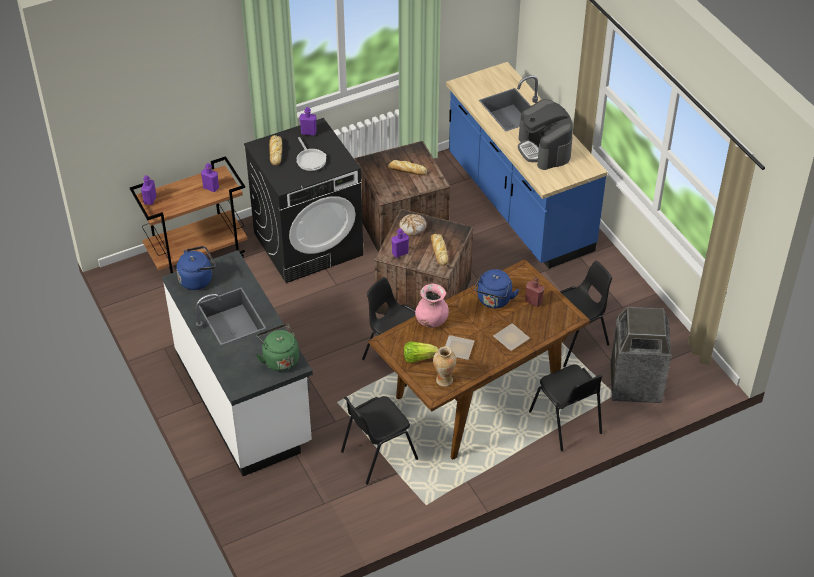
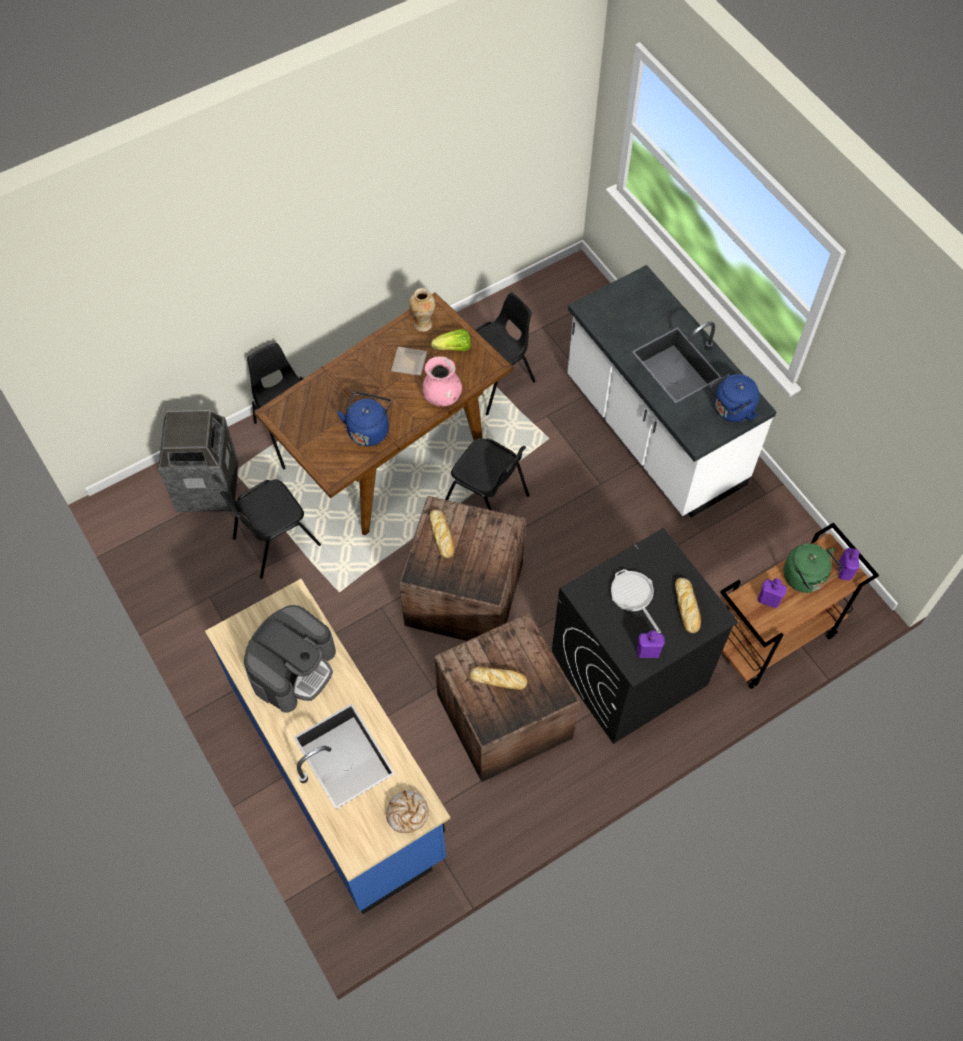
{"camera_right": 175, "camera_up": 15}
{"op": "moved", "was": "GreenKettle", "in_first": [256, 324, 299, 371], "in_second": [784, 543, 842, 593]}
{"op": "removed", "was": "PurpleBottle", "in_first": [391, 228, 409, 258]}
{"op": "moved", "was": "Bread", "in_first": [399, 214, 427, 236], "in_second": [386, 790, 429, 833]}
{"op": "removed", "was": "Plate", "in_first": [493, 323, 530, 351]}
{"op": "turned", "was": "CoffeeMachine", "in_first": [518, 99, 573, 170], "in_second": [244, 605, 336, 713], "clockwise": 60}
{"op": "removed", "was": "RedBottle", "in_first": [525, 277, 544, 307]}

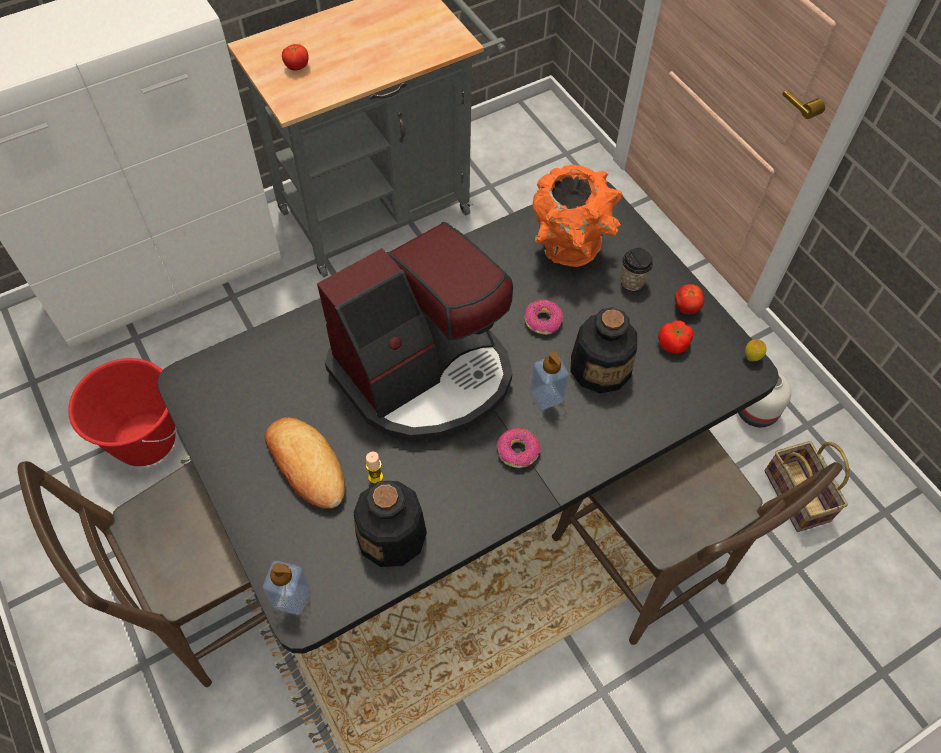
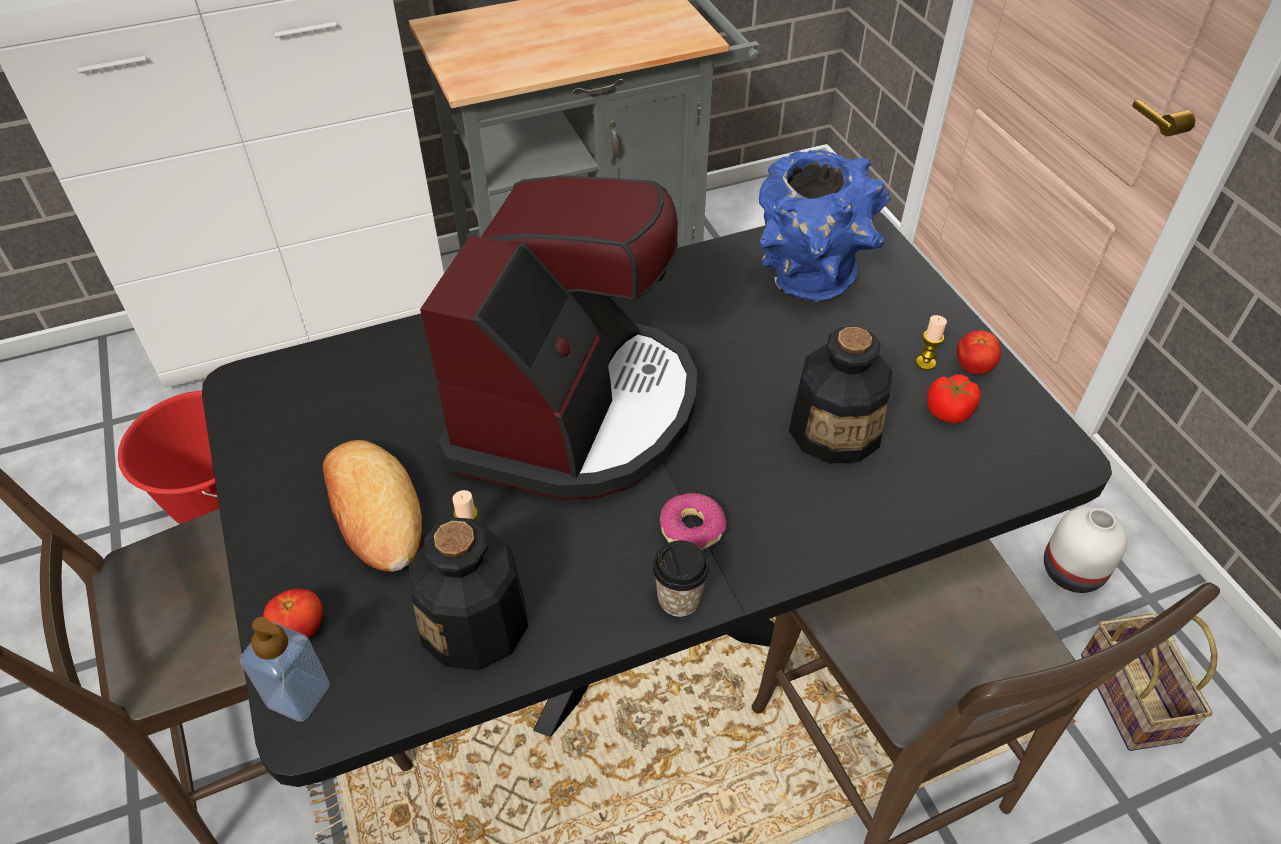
{"camera_right": 10, "camera_up": -10}
{"op": "moved", "was": "Tomato", "in_first": [282, 44, 309, 70], "in_second": [263, 589, 323, 638]}
{"op": "turned", "was": "CoffeeMachine", "in_first": [317, 222, 513, 441], "in_second": [420, 175, 697, 500], "clockwise": -45}
{"op": "removed", "was": "Donut", "in_first": [524, 299, 563, 335]}
{"op": "removed", "was": "SoapDispenser", "in_first": [530, 351, 569, 410]}
{"op": "recoloured", "was": "OrangeVase", "now": "BlueVase", "in_first": [533, 165, 623, 267], "in_second": [759, 150, 891, 302]}
{"op": "moved", "was": "Cup", "in_first": [621, 248, 653, 291], "in_second": [652, 540, 710, 617]}
{"op": "removed", "was": "Lemon", "in_first": [745, 339, 767, 362]}
{"op": "added", "now": "Candle", "in_second": [916, 315, 947, 370]}

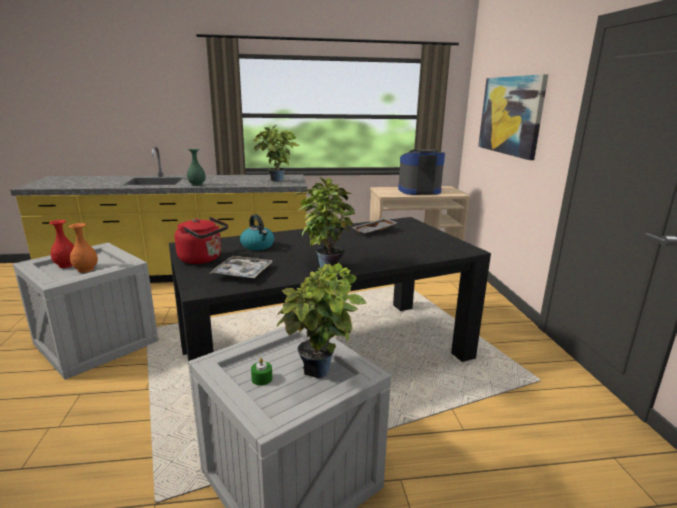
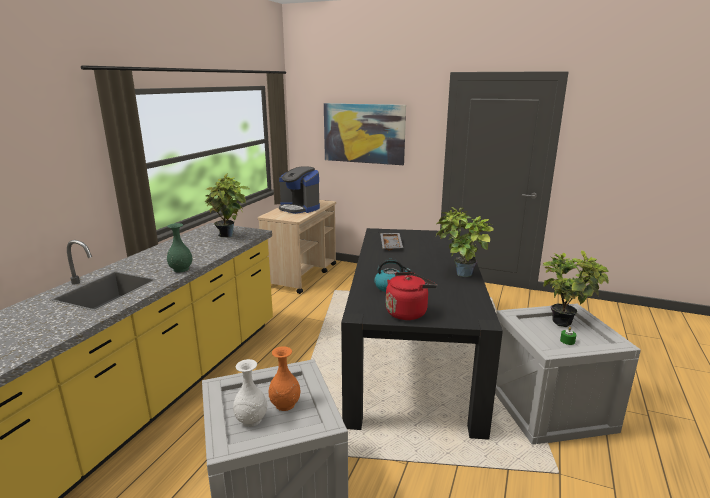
{"camera_right": -60, "camera_up": 0}
{"op": "recoloured", "was": "RedVase", "now": "WhiteVase", "in_first": [49, 220, 74, 268], "in_second": [233, 359, 267, 427]}
{"op": "removed", "was": "Tray", "in_first": [210, 256, 273, 278]}
{"op": "turned", "was": "CoffeeMachine", "in_first": [398, 149, 445, 195], "in_second": [279, 166, 320, 214], "clockwise": -75}

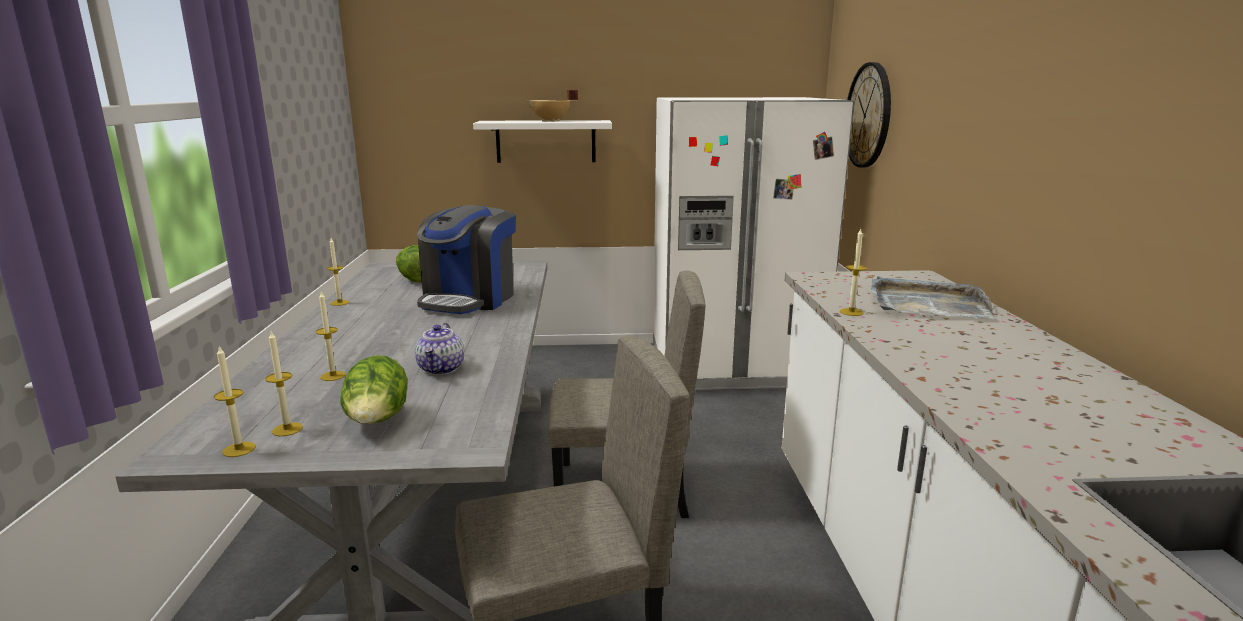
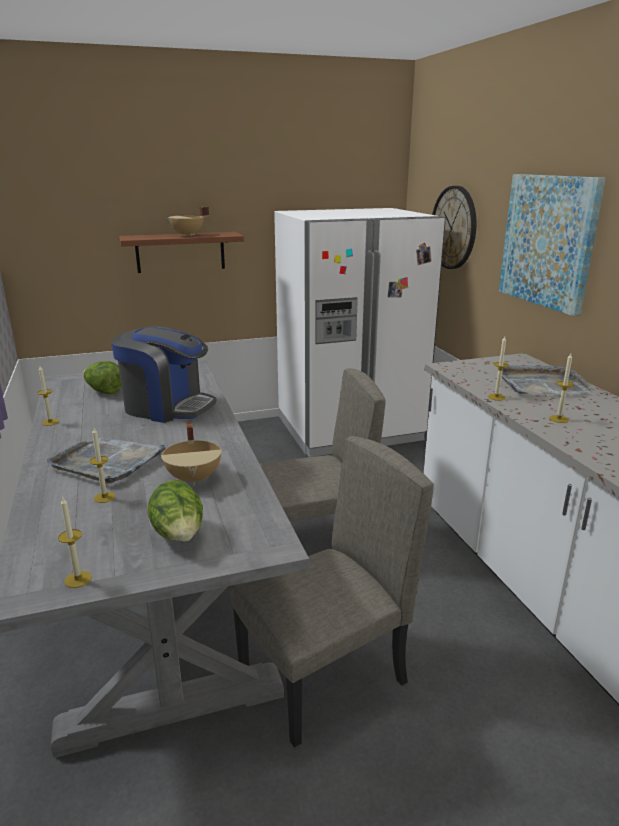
{"camera_right": -15, "camera_up": 5}
{"op": "moved", "was": "Candle", "in_first": [265, 332, 303, 436], "in_second": [549, 353, 574, 423]}
{"op": "replaced", "was": "Teapot", "now": "BeigeCookingPot", "in_first": [415, 323, 464, 375], "in_second": [161, 422, 222, 486]}
{"op": "turned", "was": "CoffeeMachine", "in_first": [417, 205, 516, 314], "in_second": [111, 326, 217, 423], "clockwise": -75}
{"op": "recoloured", "was": "WhiteShelf", "now": "BrownShelf", "in_first": [473, 120, 612, 163], "in_second": [119, 232, 244, 273]}
{"op": "added", "now": "GreyTray", "in_second": [47, 438, 169, 483]}
{"op": "added", "now": "Picture", "in_second": [498, 174, 605, 316]}

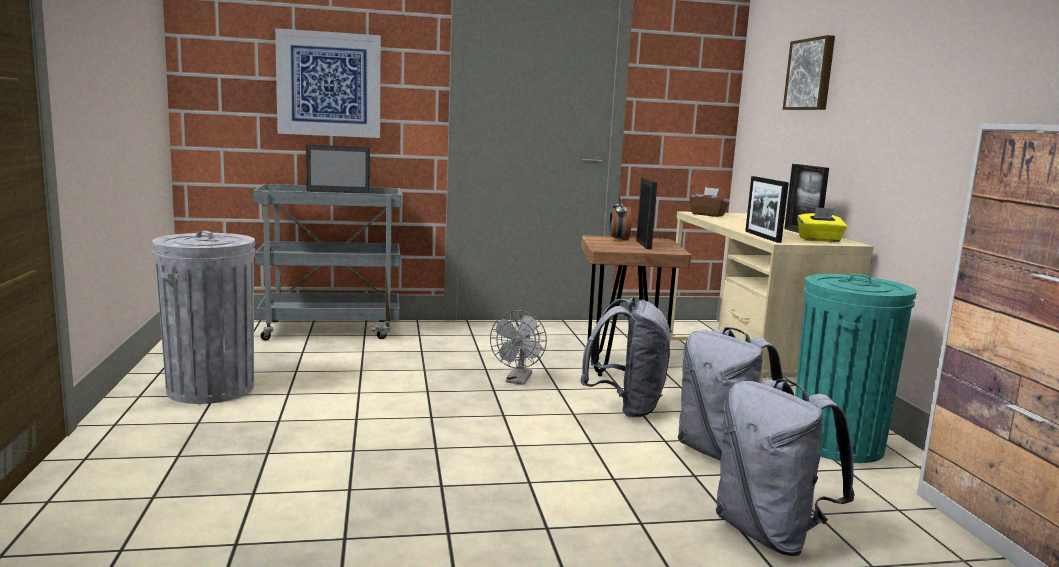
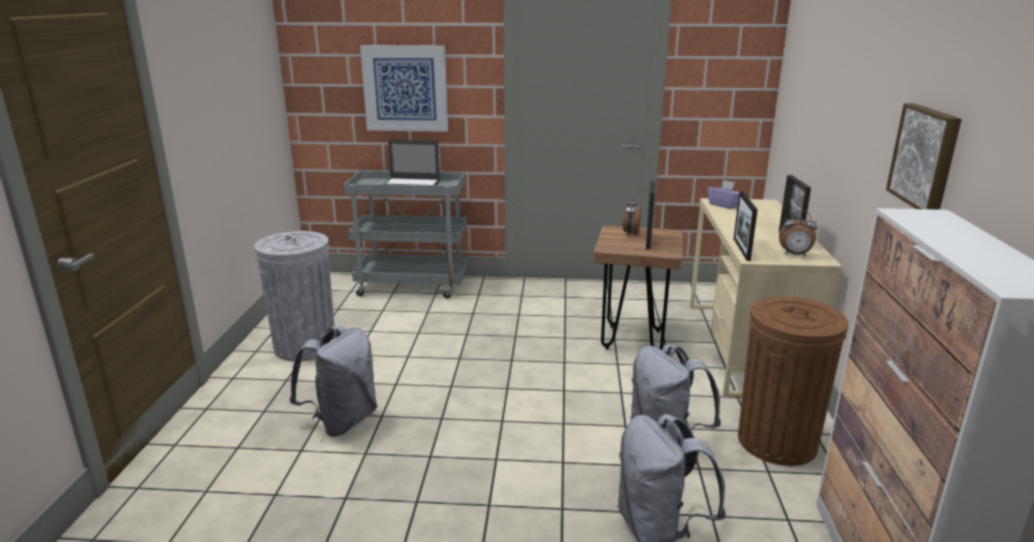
{"camera_right": 15, "camera_up": 10}
{"op": "removed", "was": "GreyFan", "in_first": [490, 310, 547, 385]}
{"op": "moved", "was": "GreyBackpack", "in_first": [580, 297, 672, 418], "in_second": [289, 326, 377, 437]}
{"op": "recoloured", "was": "BrownTissueBox", "now": "PurpleTissueBox", "in_first": [689, 187, 729, 217], "in_second": [708, 180, 739, 209]}
{"op": "moved", "was": "Picture", "in_first": [783, 35, 835, 110], "in_second": [886, 103, 962, 210]}
{"op": "recoloured", "was": "TurquoiseTrashCan", "now": "BrownTrashCan", "in_first": [795, 274, 917, 463], "in_second": [738, 297, 849, 466]}
{"op": "replaced", "was": "YellowTissueBox", "now": "AlarmClock", "in_first": [797, 207, 847, 242], "in_second": [779, 211, 817, 256]}

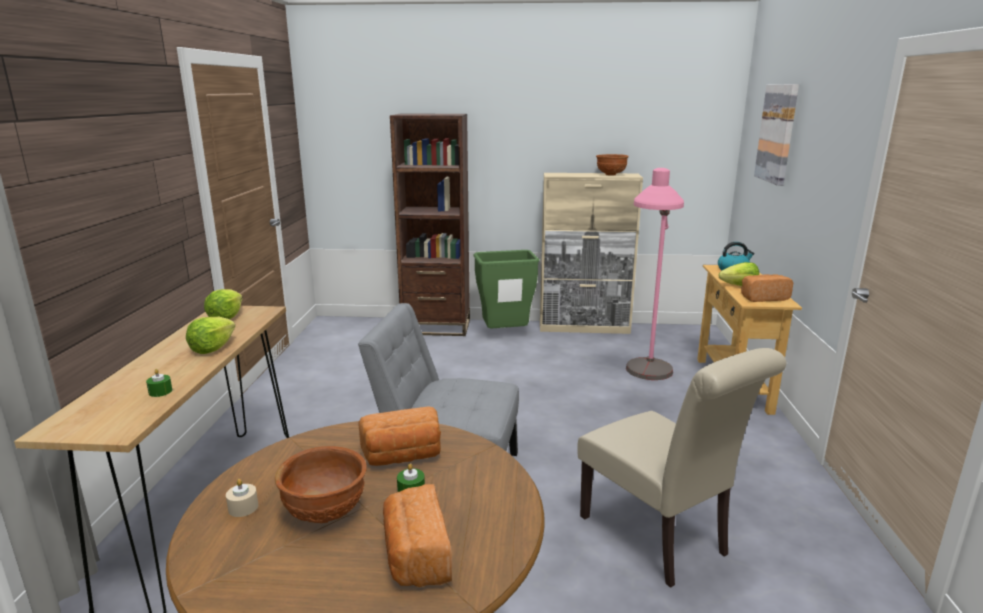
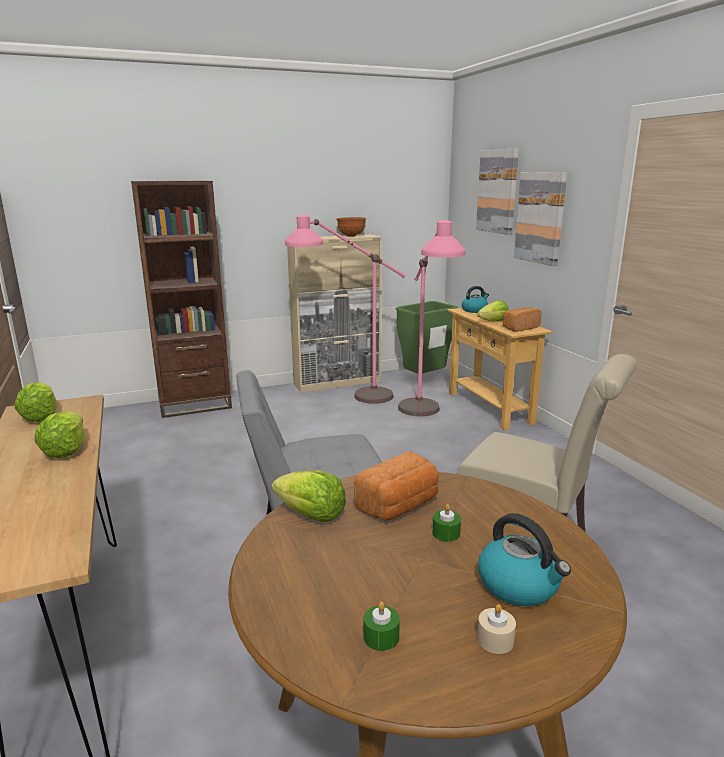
{"camera_right": -25, "camera_up": 0}
{"op": "moved", "was": "GreenCandle", "in_first": [146, 369, 172, 397], "in_second": [363, 602, 400, 651]}
{"op": "moved", "was": "BeigeCandle", "in_first": [226, 479, 258, 517], "in_second": [477, 604, 516, 654]}
{"op": "removed", "was": "BrownBowl", "in_first": [275, 446, 367, 523]}
{"op": "replaced", "was": "Bread", "now": "Kettle", "in_first": [383, 484, 452, 587], "in_second": [478, 513, 571, 606]}
{"op": "moved", "was": "GreenTrashCan", "in_first": [473, 250, 540, 329], "in_second": [396, 301, 458, 374]}
{"op": "added", "now": "Lettuce", "in_second": [272, 470, 346, 522]}
{"op": "added", "now": "PinkFloorLamp", "in_second": [285, 215, 406, 404]}
{"op": "added", "now": "Picture", "in_second": [514, 172, 567, 266]}

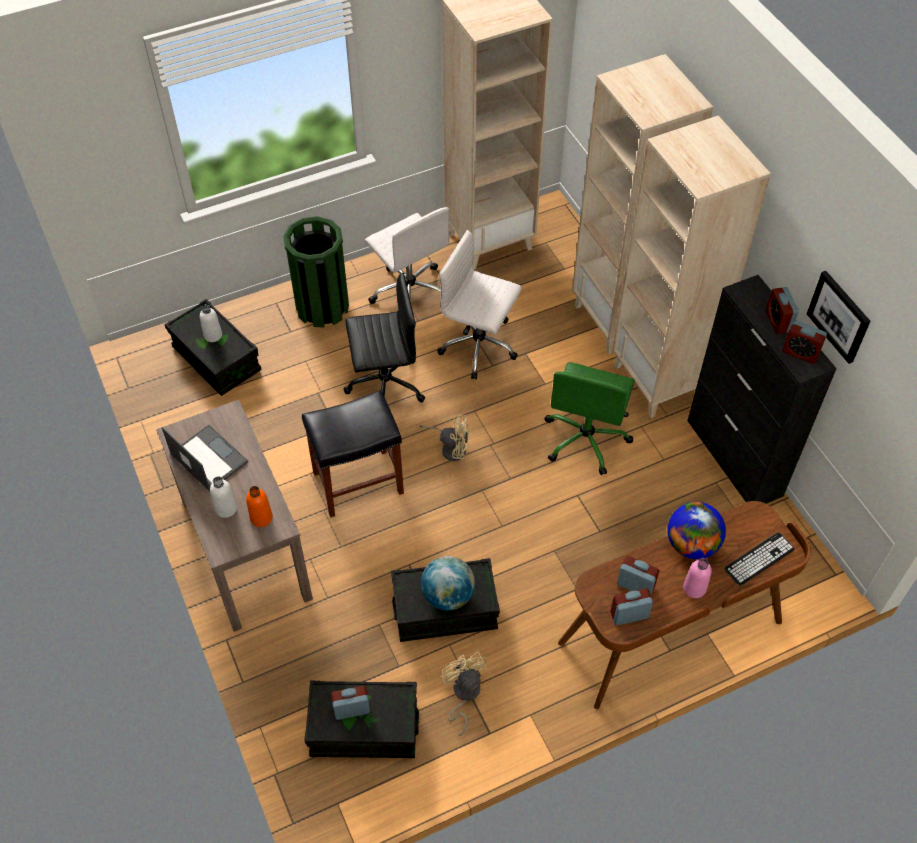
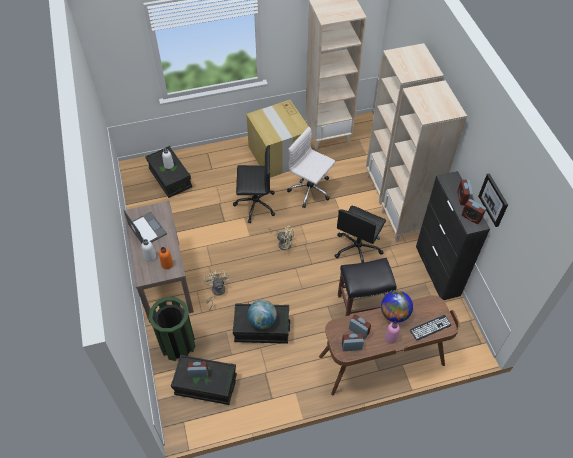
{"camera_right": 10, "camera_up": 0}
{"op": "moved", "was": "GreenTrashCan", "in_first": [283, 216, 349, 328], "in_second": [149, 297, 195, 361]}
{"op": "moved", "was": "BlackStool", "in_first": [302, 390, 404, 517], "in_second": [338, 258, 397, 316]}
{"op": "replaced", "was": "WhiteOfficeChair", "now": "CardboardBox", "in_first": [365, 207, 449, 304], "in_second": [246, 100, 309, 178]}
{"op": "moved", "was": "BeigeFan", "in_first": [440, 652, 488, 736], "in_second": [204, 270, 229, 310]}
{"op": "recoloured", "was": "GreenOfficeChair", "now": "BlackOfficeChair", "in_first": [545, 362, 635, 475], "in_second": [334, 205, 386, 263]}

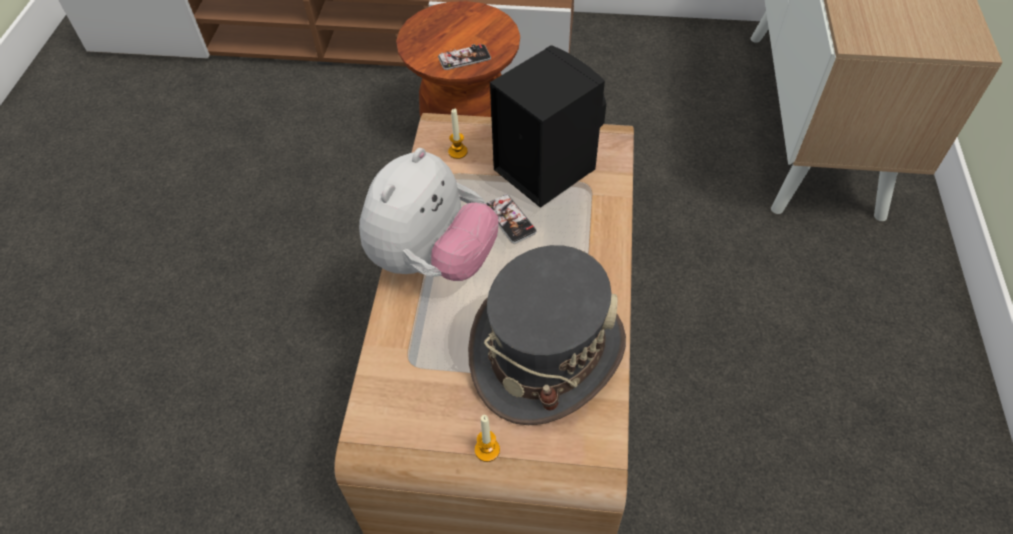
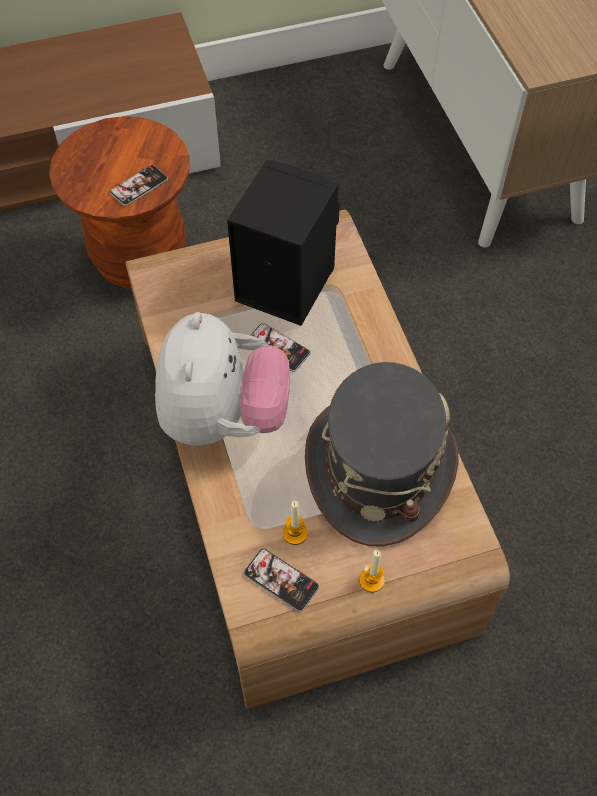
{"camera_right": -25, "camera_up": 5}
{"op": "moved", "was": "Candle", "in_first": [448, 109, 468, 159], "in_second": [283, 501, 307, 545]}
{"op": "added", "now": "Phone", "in_second": [244, 548, 319, 612]}

